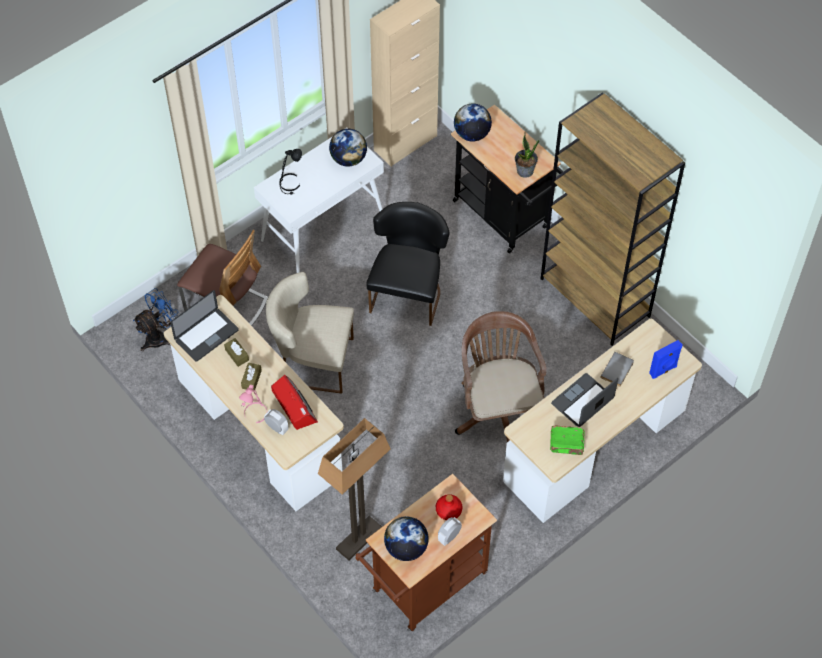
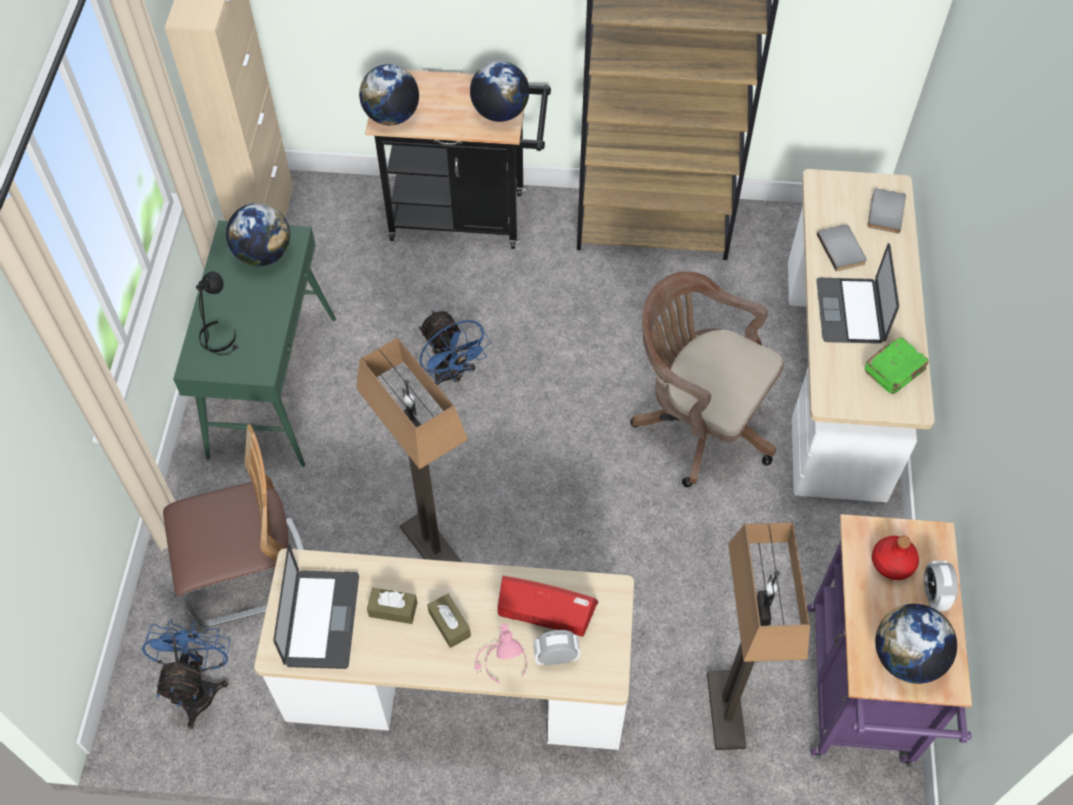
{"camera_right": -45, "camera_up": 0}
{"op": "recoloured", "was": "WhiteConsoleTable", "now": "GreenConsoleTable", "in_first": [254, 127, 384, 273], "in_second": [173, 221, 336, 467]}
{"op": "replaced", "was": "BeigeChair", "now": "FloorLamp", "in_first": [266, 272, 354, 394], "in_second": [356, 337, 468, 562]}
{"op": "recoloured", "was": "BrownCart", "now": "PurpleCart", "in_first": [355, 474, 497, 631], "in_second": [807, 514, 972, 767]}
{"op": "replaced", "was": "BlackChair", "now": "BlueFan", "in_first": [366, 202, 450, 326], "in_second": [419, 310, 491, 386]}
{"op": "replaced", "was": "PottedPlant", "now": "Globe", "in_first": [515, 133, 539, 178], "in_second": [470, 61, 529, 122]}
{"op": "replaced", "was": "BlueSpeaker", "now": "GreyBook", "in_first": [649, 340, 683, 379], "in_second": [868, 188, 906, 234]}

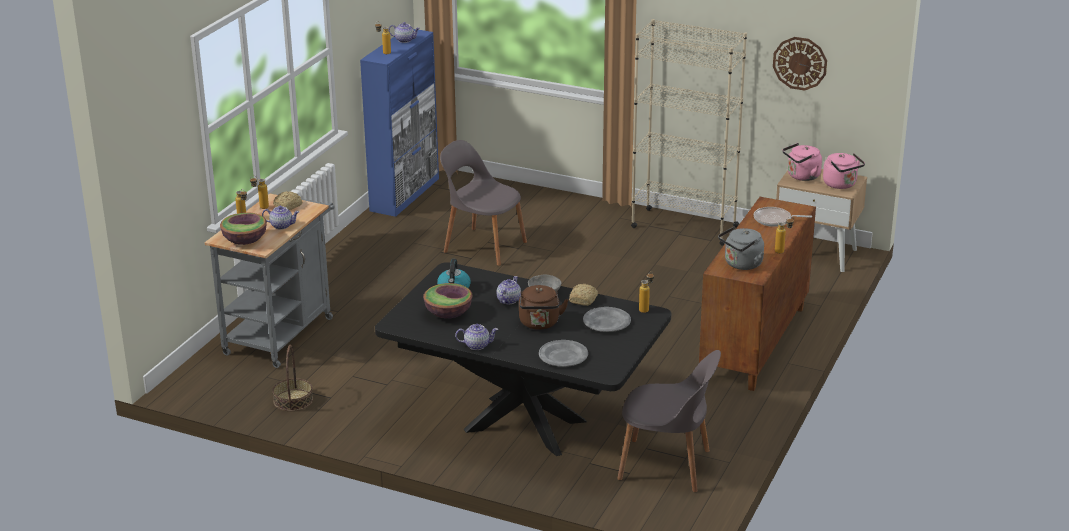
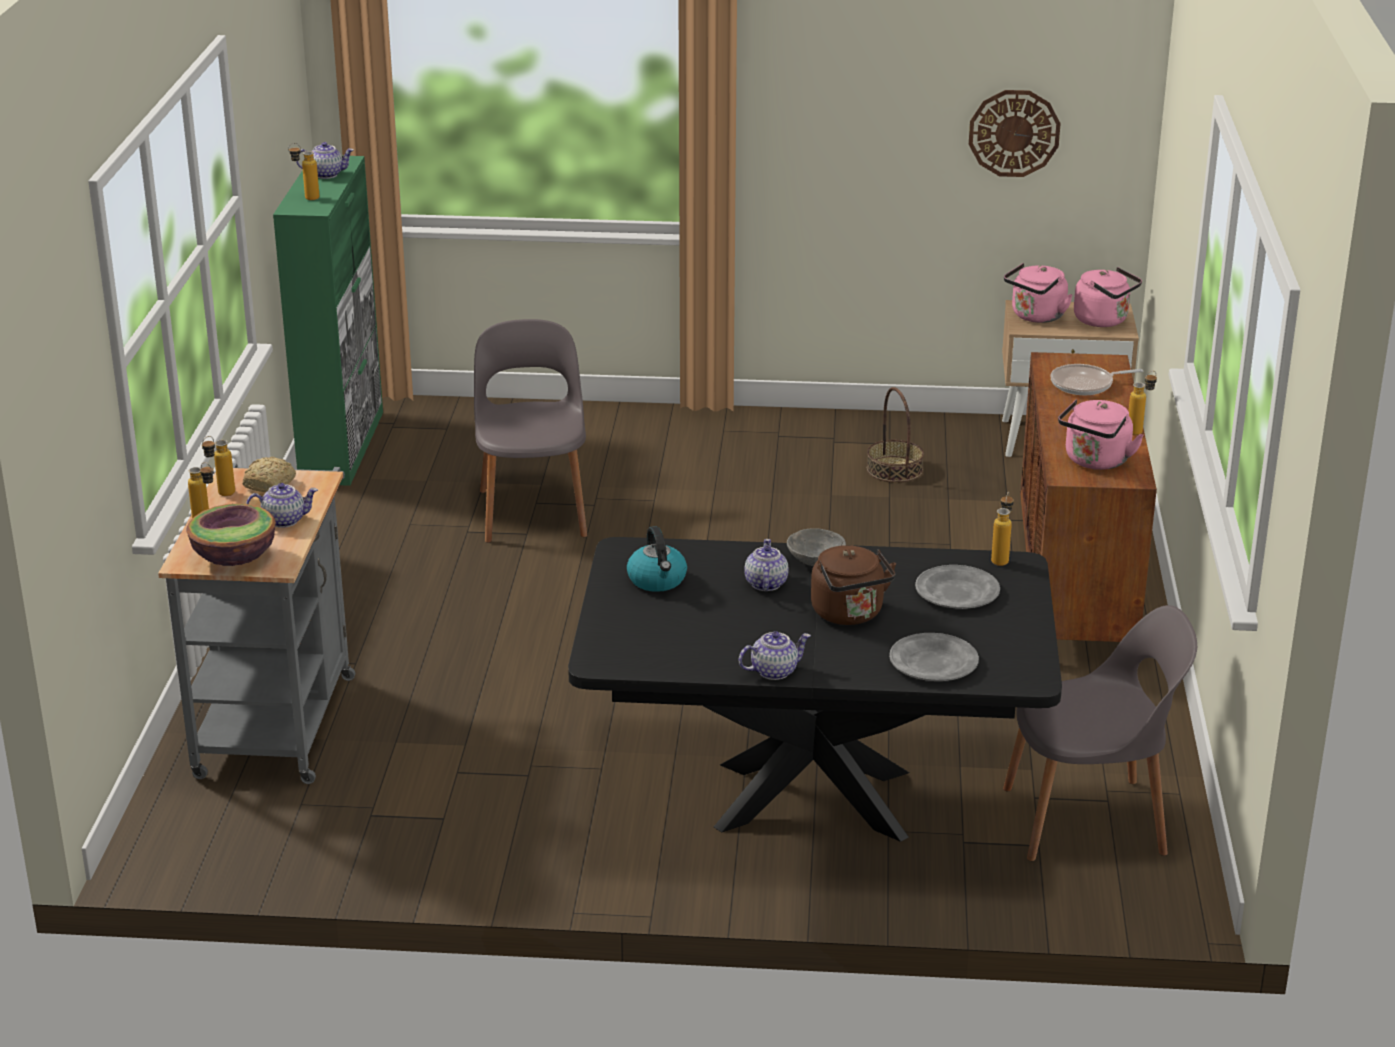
{"camera_right": -20, "camera_up": 0}
{"op": "moved", "was": "Basket", "in_first": [272, 345, 313, 411], "in_second": [867, 387, 924, 483]}
{"op": "recoloured", "was": "BlueCabinet", "now": "GreenCabinet", "in_first": [360, 29, 439, 217], "in_second": [273, 156, 383, 486]}
{"op": "removed", "was": "Bowl", "in_first": [423, 283, 473, 319]}
{"op": "turned", "was": "GreyChair", "in_first": [440, 140, 527, 266], "in_second": [474, 319, 587, 543], "clockwise": 75}
{"op": "removed", "was": "Bread", "in_first": [569, 284, 598, 306]}
{"op": "removed", "was": "BeigeBookcase", "in_first": [631, 19, 747, 245]}
{"op": "recoloured", "was": "GreyKettle", "now": "PinkKettle", "in_first": [718, 226, 764, 270], "in_second": [1058, 399, 1144, 470]}

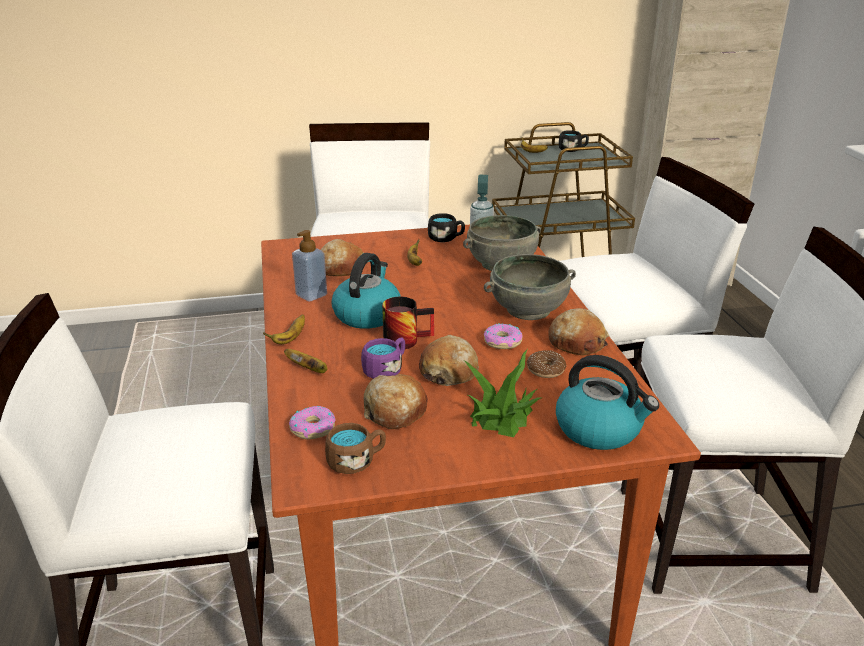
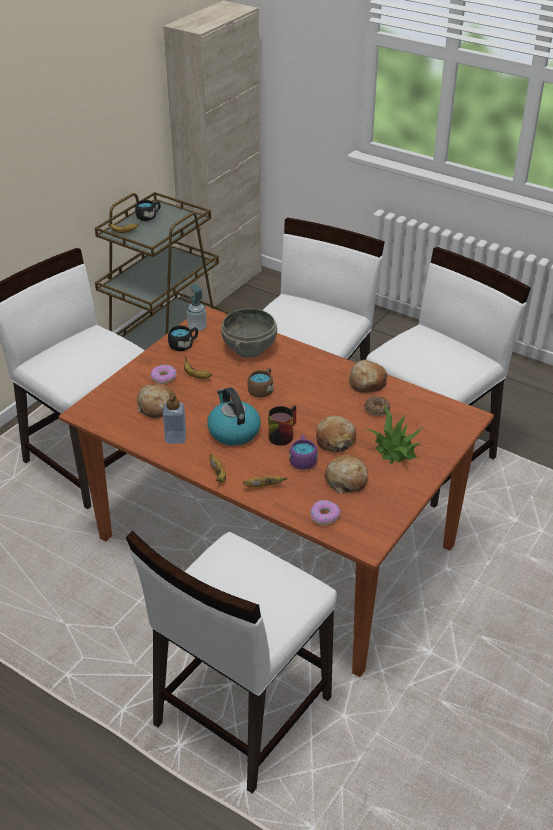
{"camera_right": -45, "camera_up": 10}
{"op": "moved", "was": "BrownMug", "in_first": [325, 423, 386, 474], "in_second": [248, 367, 273, 398]}
{"op": "removed", "was": "GreyBowl", "in_first": [484, 254, 576, 320]}
{"op": "moved", "was": "Donut", "in_first": [484, 323, 523, 349], "in_second": [150, 364, 177, 384]}
{"op": "removed", "was": "Kettle", "in_first": [556, 355, 659, 450]}

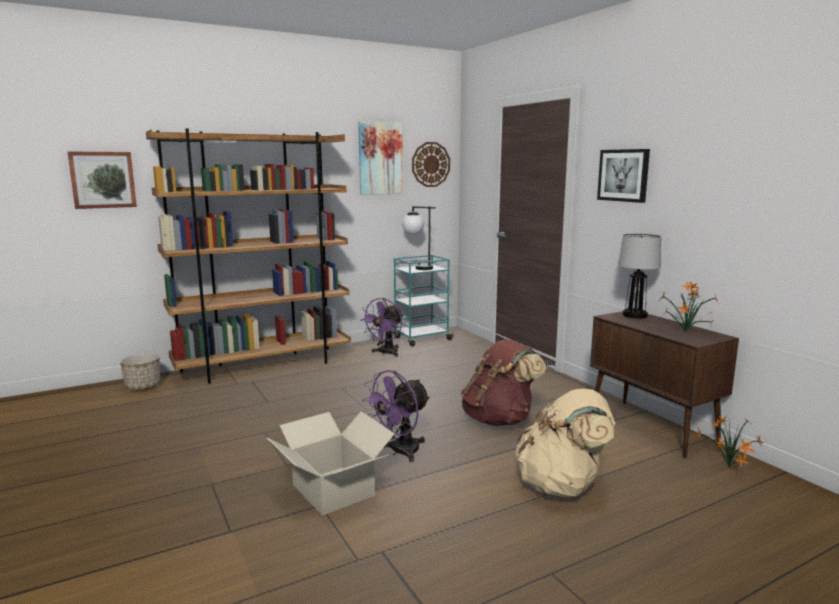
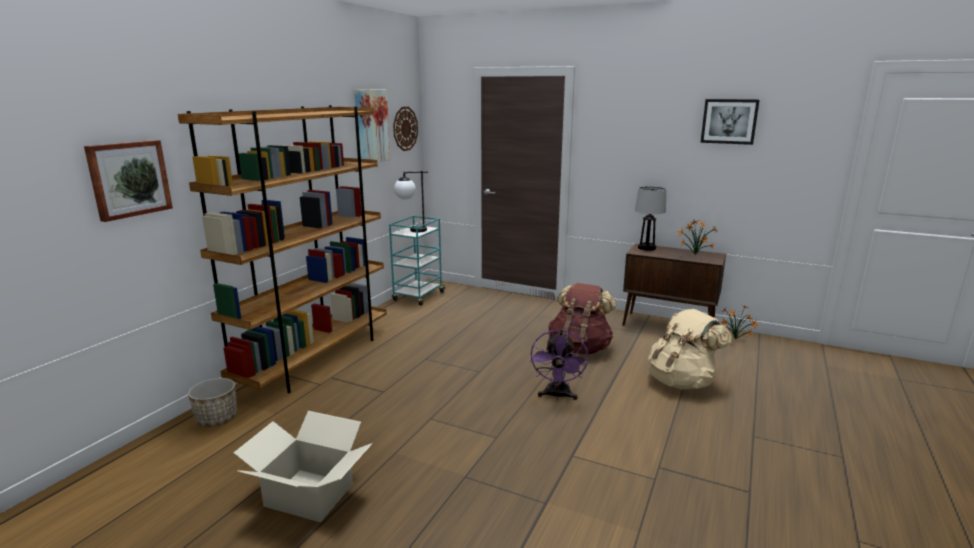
{"camera_right": -35, "camera_up": 5}
{"op": "moved", "was": "CardboardBox", "in_first": [267, 412, 395, 516], "in_second": [234, 411, 373, 522]}
{"op": "removed", "was": "PurpleFan", "in_first": [360, 298, 403, 357]}
{"op": "moved", "was": "Picture", "in_first": [597, 149, 650, 203], "in_second": [701, 99, 760, 145]}

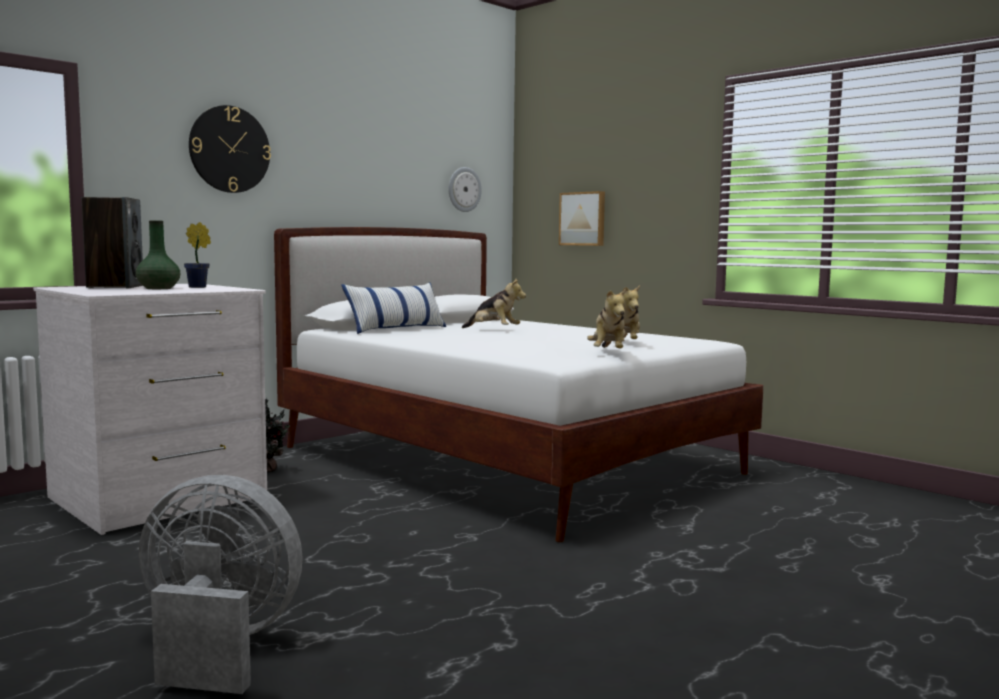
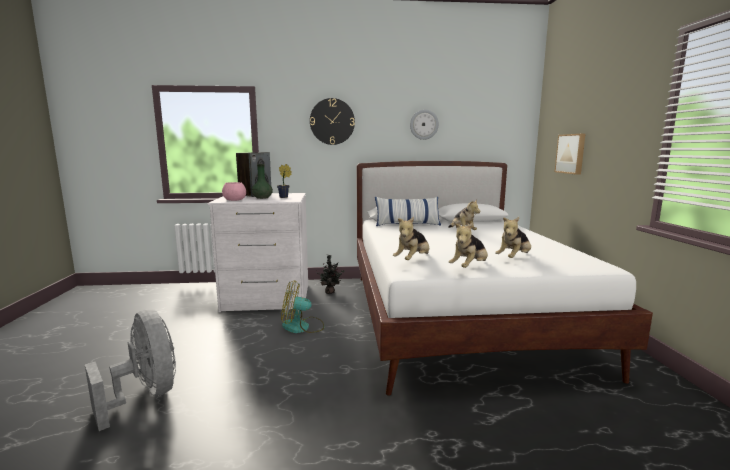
{"camera_right": 40, "camera_up": 5}
{"op": "moved", "was": "WallClock", "in_first": [448, 167, 482, 212], "in_second": [410, 110, 439, 140]}
{"op": "added", "now": "PinkBowl", "in_second": [222, 182, 246, 201]}
{"op": "added", "now": "Fan", "in_second": [281, 280, 324, 333]}
{"op": "added", "now": "PlushToy", "in_second": [393, 217, 429, 260]}

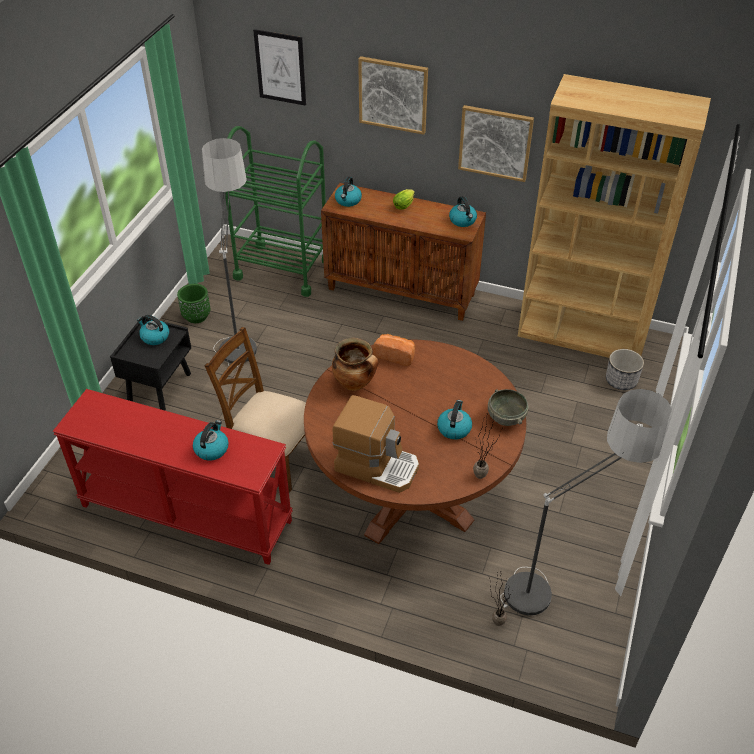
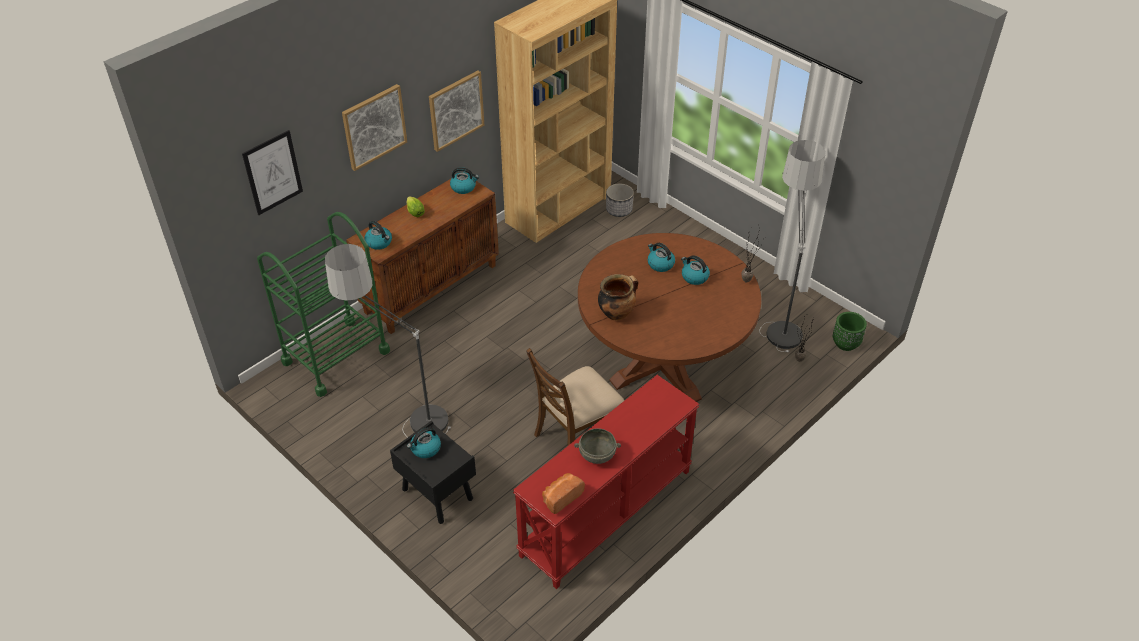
{"camera_right": -65, "camera_up": 0}
{"op": "moved", "was": "GreenPlanter", "in_first": [177, 284, 211, 323], "in_second": [833, 312, 867, 351]}
{"op": "moved", "was": "Kettle", "in_first": [193, 420, 229, 461], "in_second": [648, 243, 675, 272]}
{"op": "removed", "was": "CoffeeMachine", "in_first": [333, 395, 419, 493]}
{"op": "moved", "was": "Bread", "in_first": [373, 334, 415, 366], "in_second": [542, 473, 585, 514]}
{"op": "moved", "was": "GreyBowl", "in_first": [488, 389, 529, 426], "in_second": [574, 428, 621, 464]}

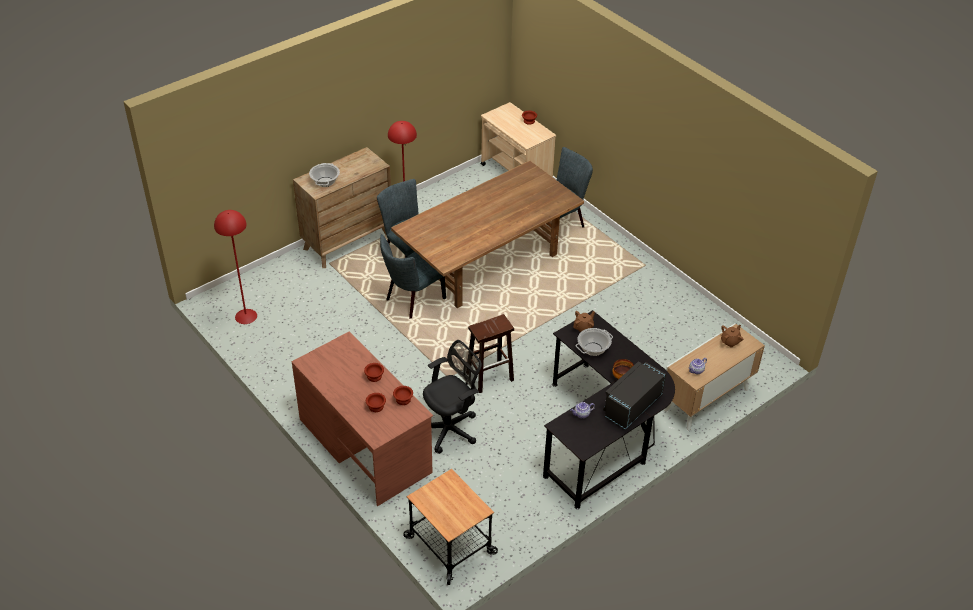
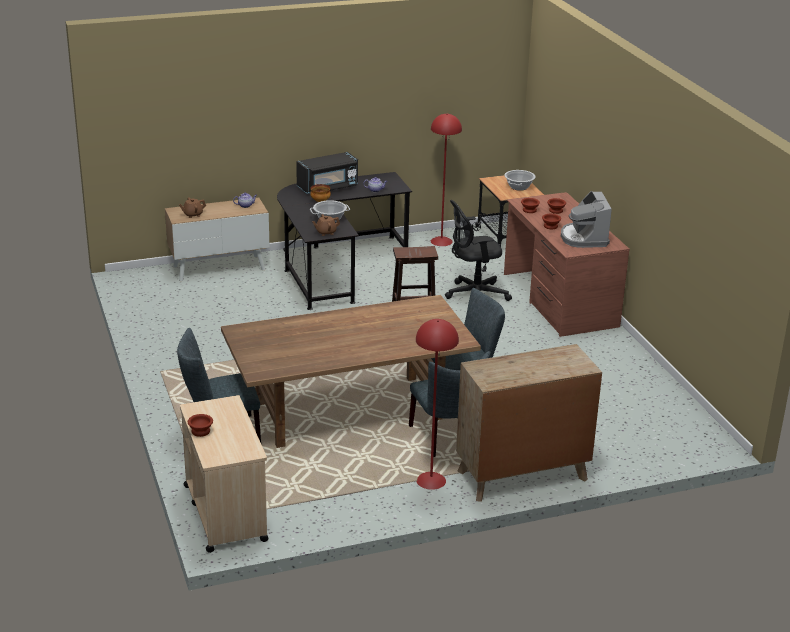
{"camera_right": -160, "camera_up": -15}
{"op": "moved", "was": "RedFloorLamp", "in_first": [214, 210, 257, 324], "in_second": [431, 114, 462, 246]}
{"op": "moved", "was": "CookingPot", "in_first": [309, 163, 340, 187], "in_second": [504, 170, 536, 191]}
{"op": "added", "now": "CoffeeMachine", "in_second": [561, 191, 612, 248]}

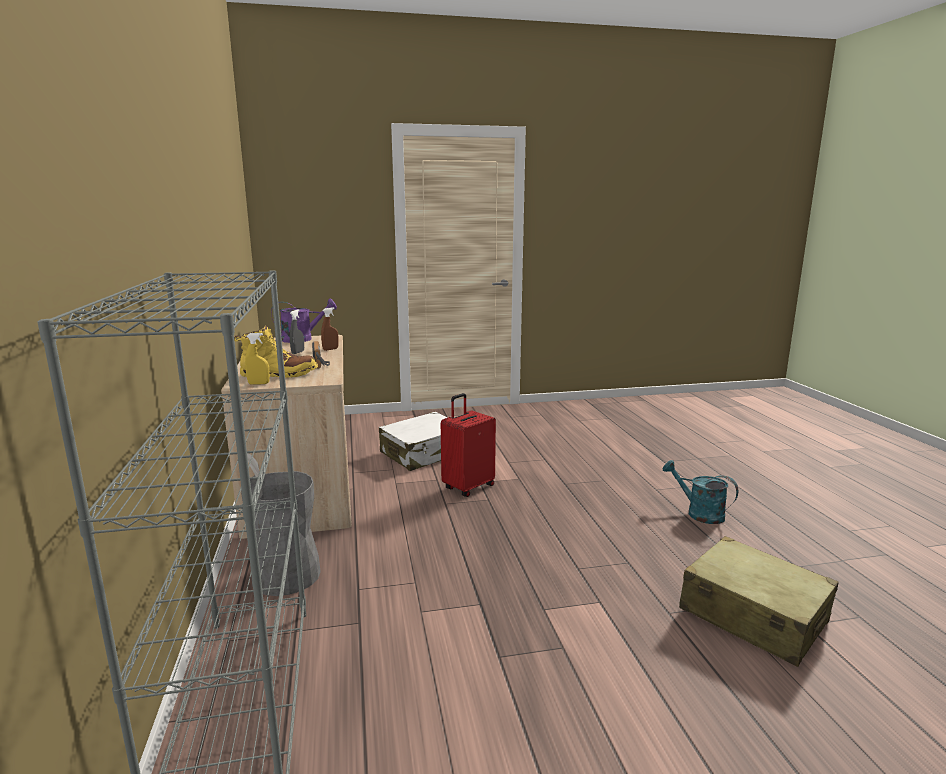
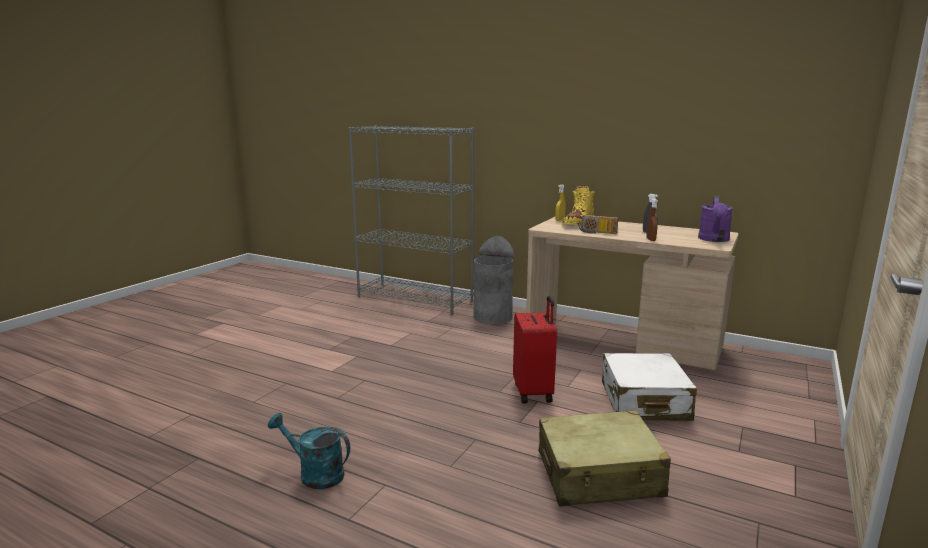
{"camera_right": 130, "camera_up": 0}
{"op": "turned", "was": "TurquoiseWateringCan", "in_first": [662, 460, 738, 524], "in_second": [268, 413, 350, 489], "clockwise": -150}
{"op": "moved", "was": "BeigeSuitcase", "in_first": [679, 536, 838, 667], "in_second": [539, 410, 671, 506]}

